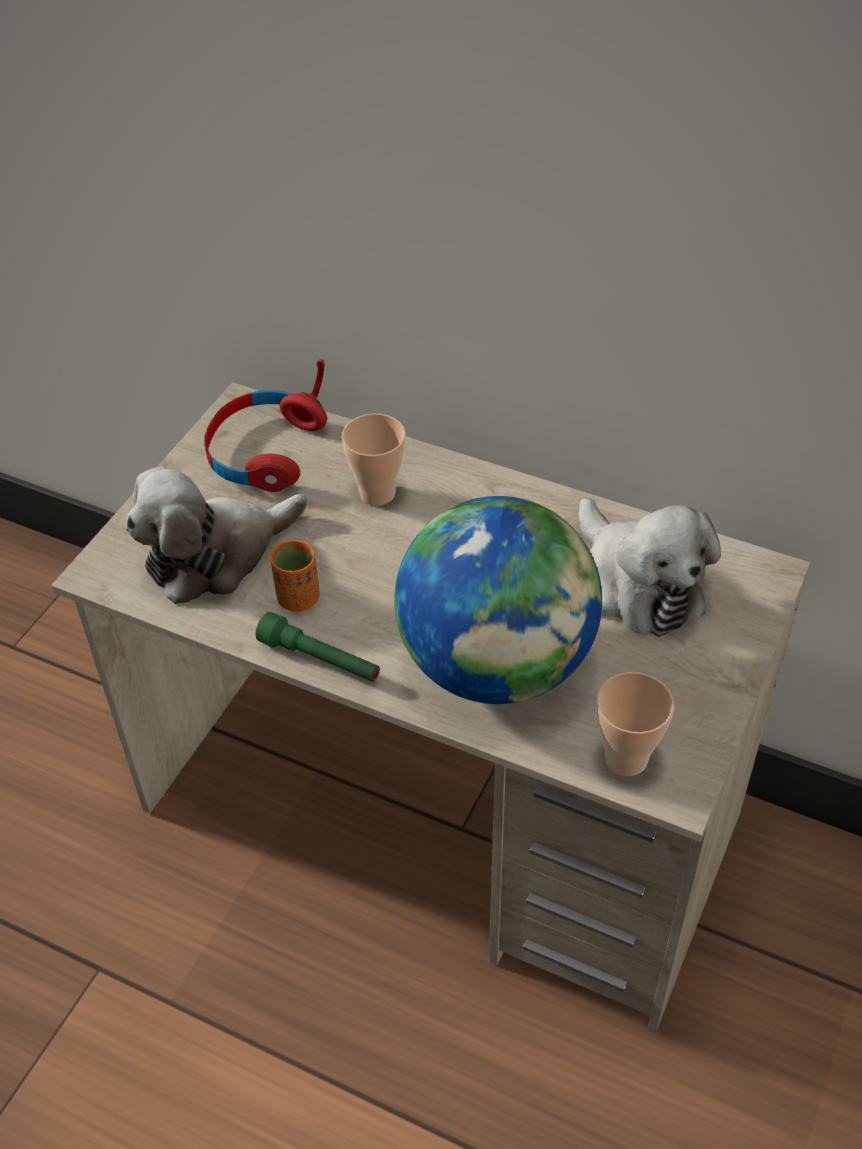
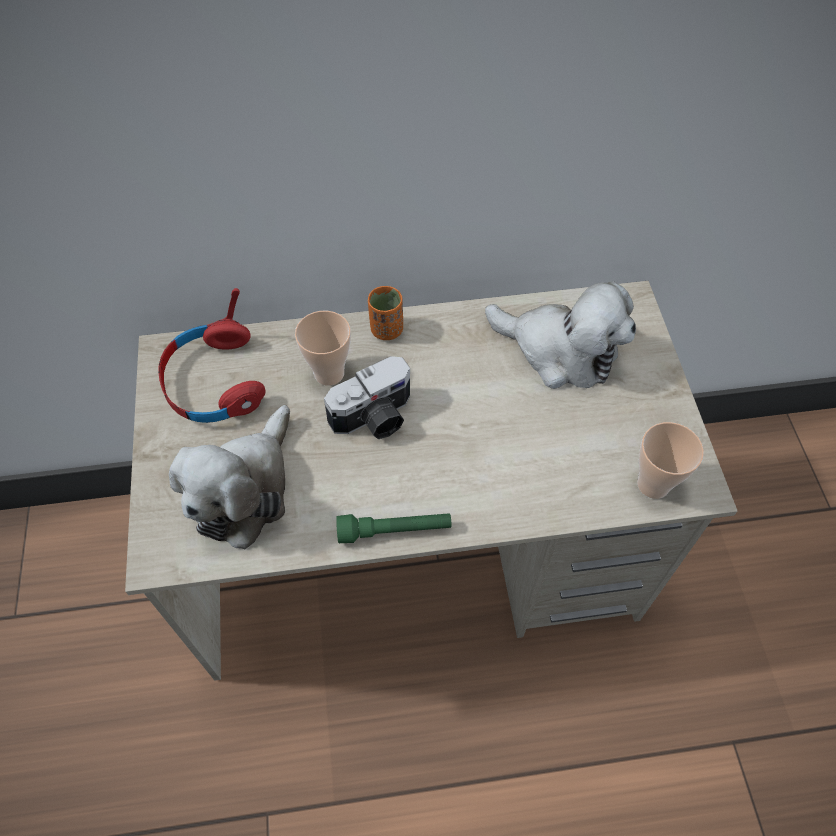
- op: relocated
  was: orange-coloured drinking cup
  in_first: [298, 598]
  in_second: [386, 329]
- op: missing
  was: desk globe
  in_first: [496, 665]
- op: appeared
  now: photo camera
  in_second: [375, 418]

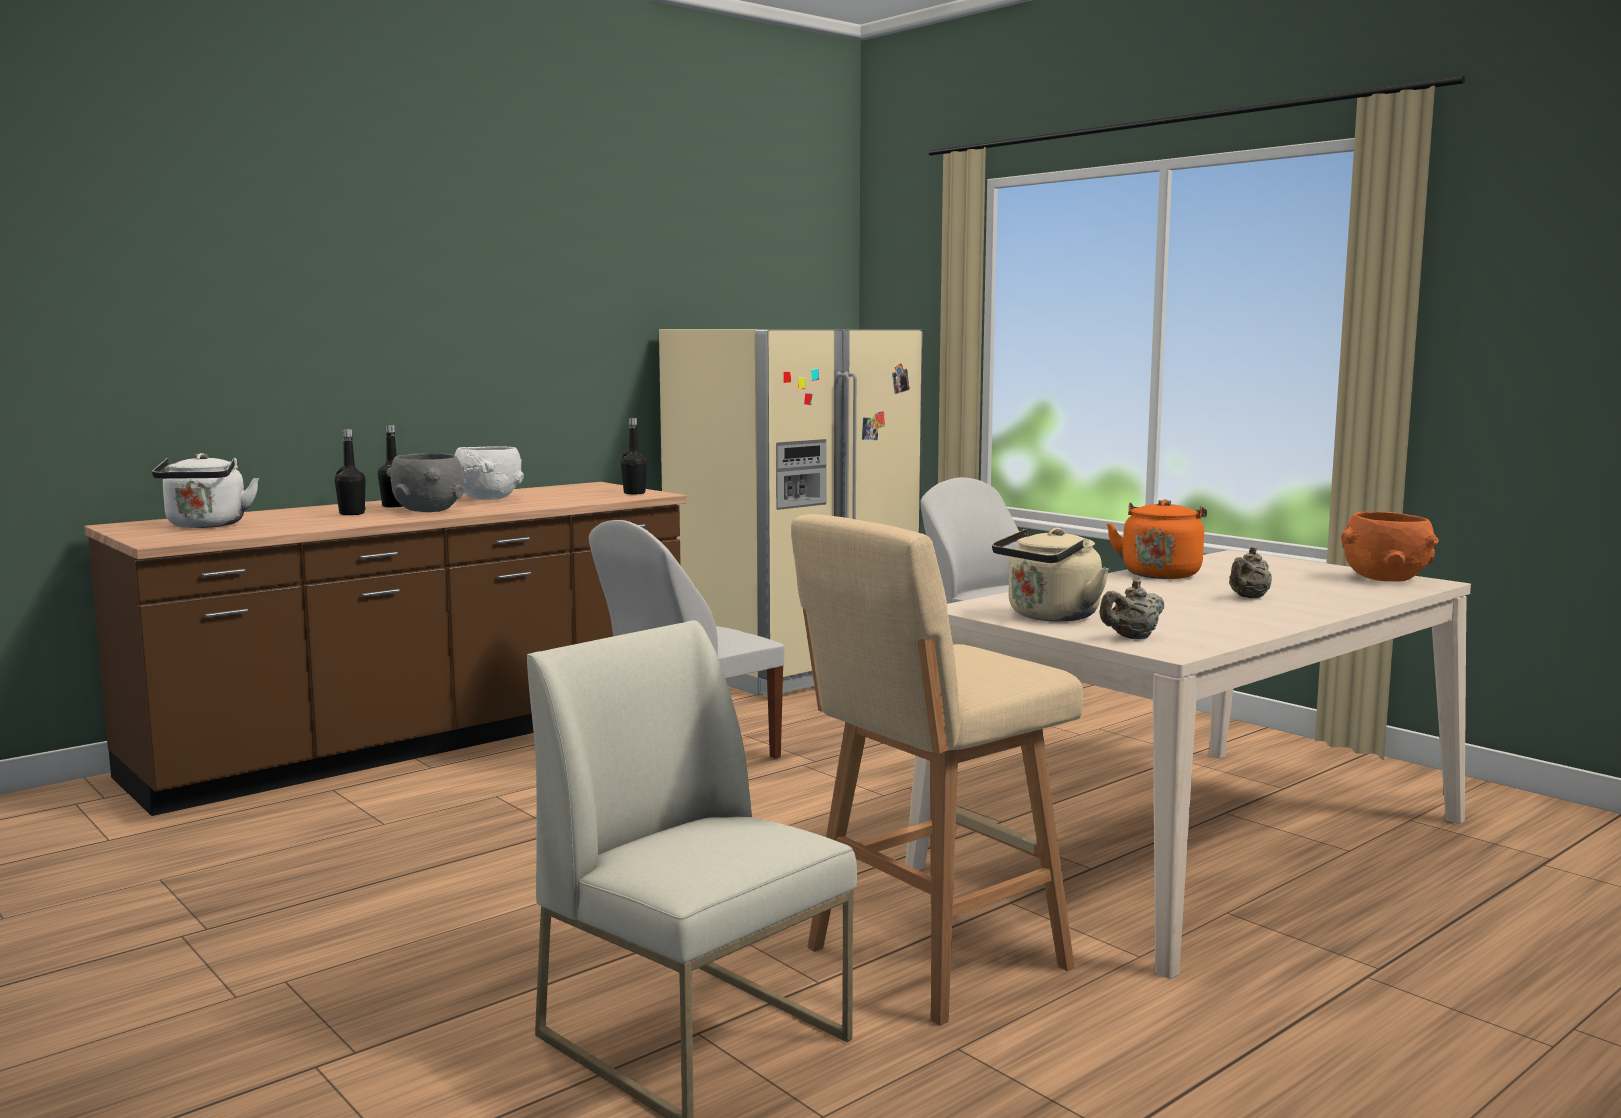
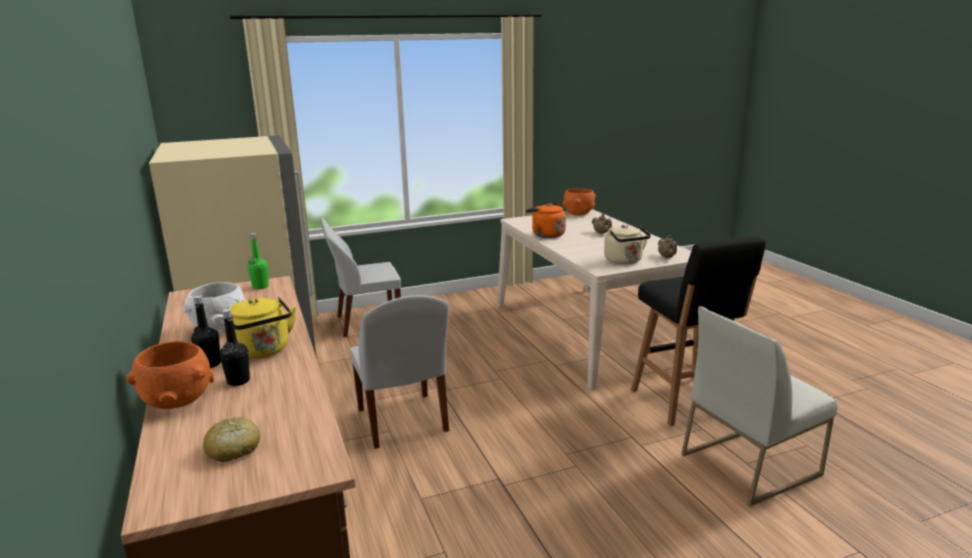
- op: exchanged
  was: whitish kettle
  now: bakery bread
  in_first: [206, 526]
  in_second: [233, 449]
- op: exchanged
  was: greyish bowl
  now: yellow-coloured kettle
  in_first: [427, 511]
  in_second: [263, 352]
- op: colour
  was: black-coloured drink bottle
  now: green drink bottle
  in_first: [634, 493]
  in_second: [260, 286]
- op: colour
  was: beige-coloured stool
  now: black-coloured stool
  in_first: [931, 960]
  in_second: [685, 402]
- op: appeared
  now: orange-coloured bowl
  in_second: [177, 402]

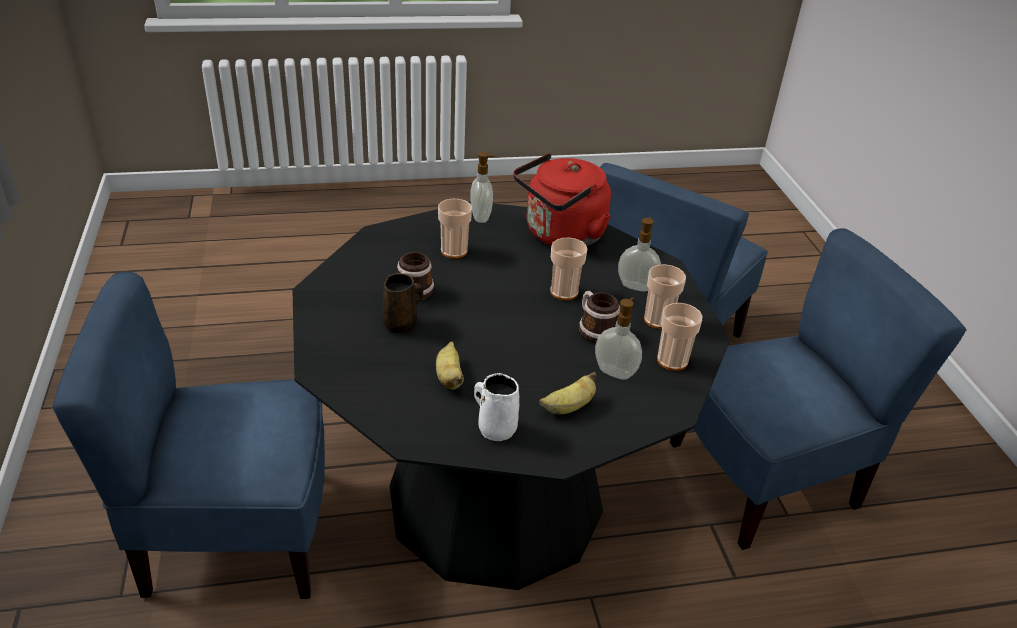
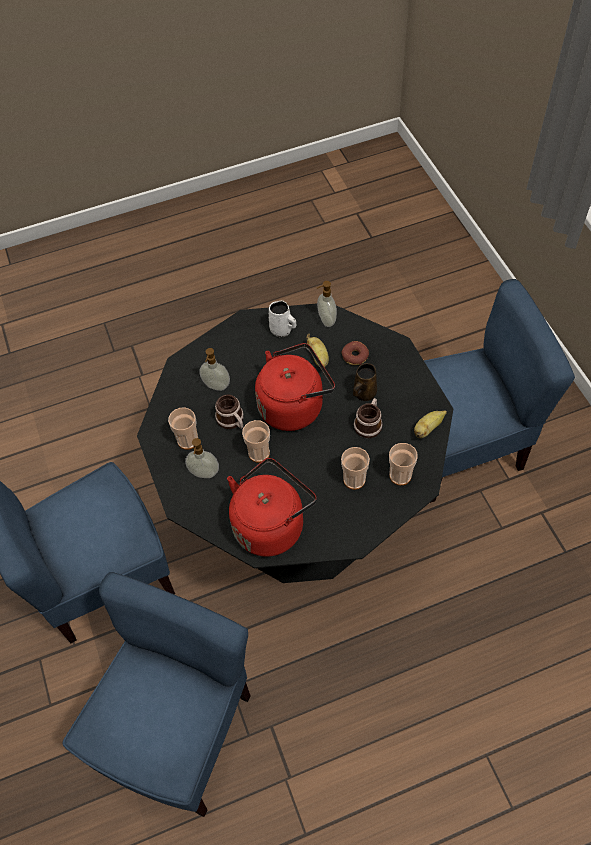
- op: relocated
  was: soap bottle
  in_first: [482, 217]
  in_second: [326, 320]
- op: relocated
  was: whole banana
  in_first: [568, 407]
  in_second: [428, 428]
- op: relocated
  was: drinking cup
  in_first: [672, 360]
  in_second: [400, 475]
- op: appeared
  now: red kettle
  in_second: [294, 405]
- op: appeared
  now: doughnut
  in_second: [355, 356]

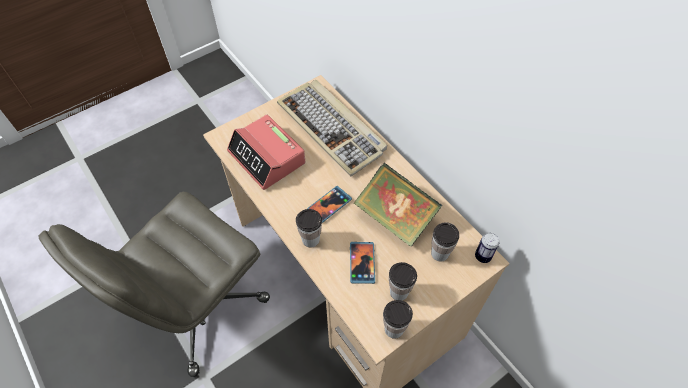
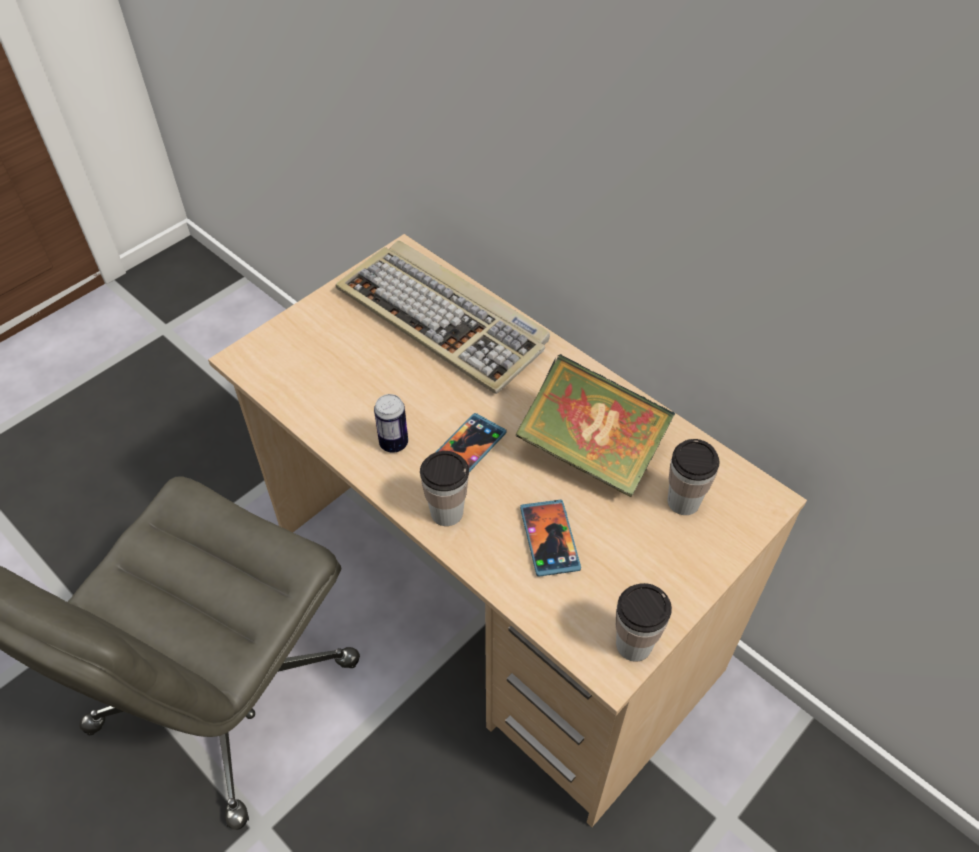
- op: missing
  was: bedside clock
  in_first: [267, 158]
- op: missing
  was: drinking cup
  in_first: [399, 292]
- op: relocated
  was: sealed can
  in_first: [483, 256]
  in_second: [394, 443]

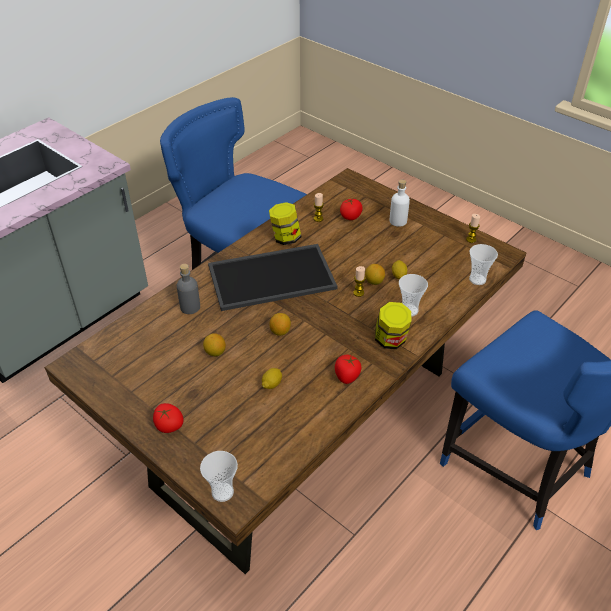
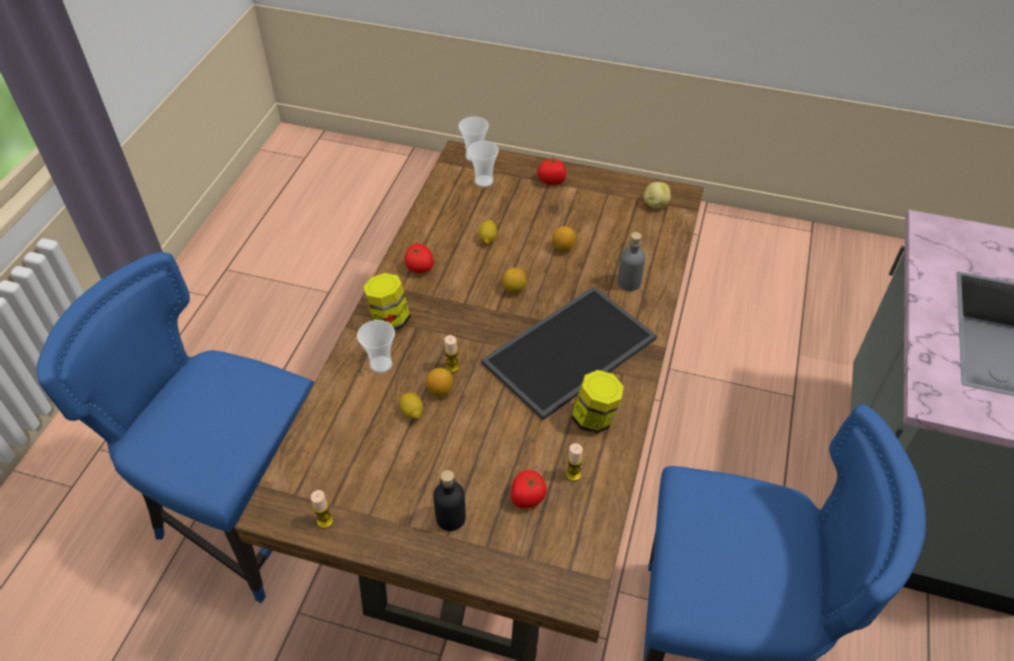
- op: colour
  was: whitish drink bottle
  now: black-coloured drink bottle
  in_first: [398, 221]
  in_second: [451, 518]
- op: relocated
  was: drinking cup
  in_first: [477, 279]
  in_second: [484, 181]
- op: appeared
  now: whole potato
  in_second: [655, 204]

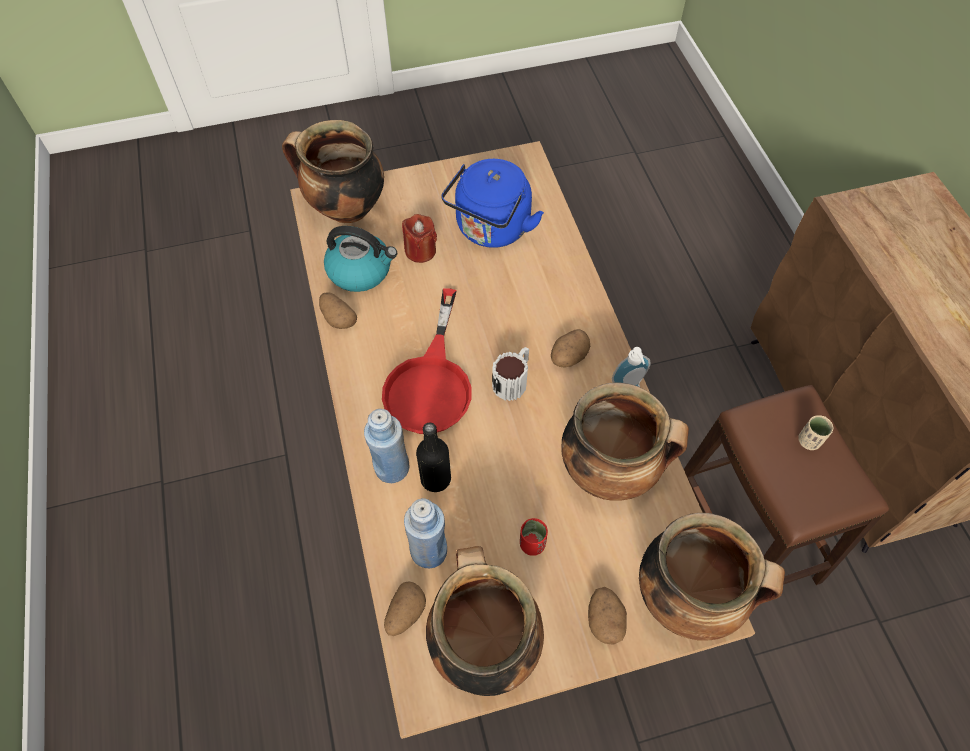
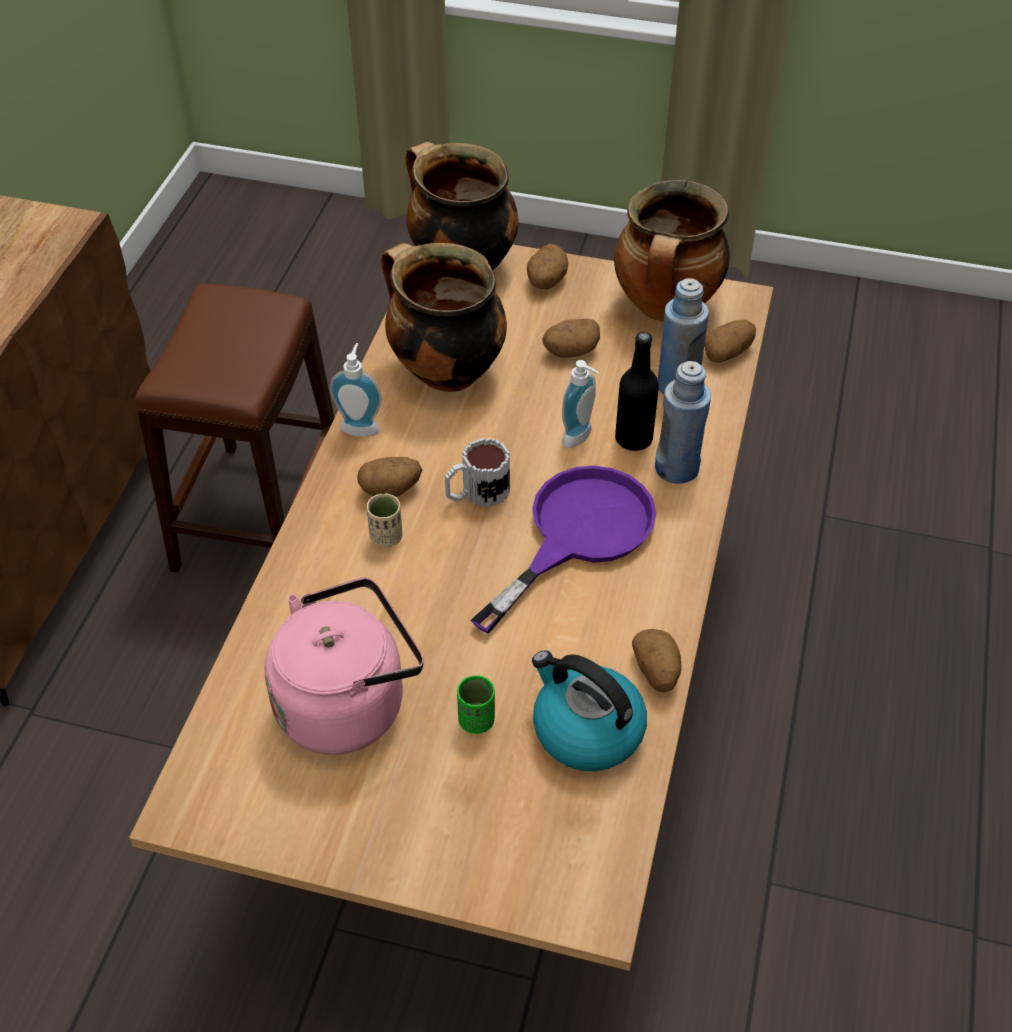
- op: missing
  was: stockpot
  in_first: [345, 209]
- op: colour
  was: red frying pan
  now: purplish frying pan
  in_first: [431, 382]
  in_second: [577, 534]
- op: exchanged
  was: red wax light
  now: green drinking cup
  in_first: [420, 251]
  in_second: [476, 720]
- op: colour
  was: blue kettle
  now: pinkish kettle
  in_first: [491, 230]
  in_second: [347, 703]
- op: exchanged
  was: red drinking cup
  now: whole potato
  in_first: [532, 544]
  in_second: [570, 351]
- op: relocated
  was: beige-coloured drinking cup
  in_first: [809, 441]
  in_second: [386, 537]
- op: appeared
  now: soap bottle
  in_second: [580, 438]

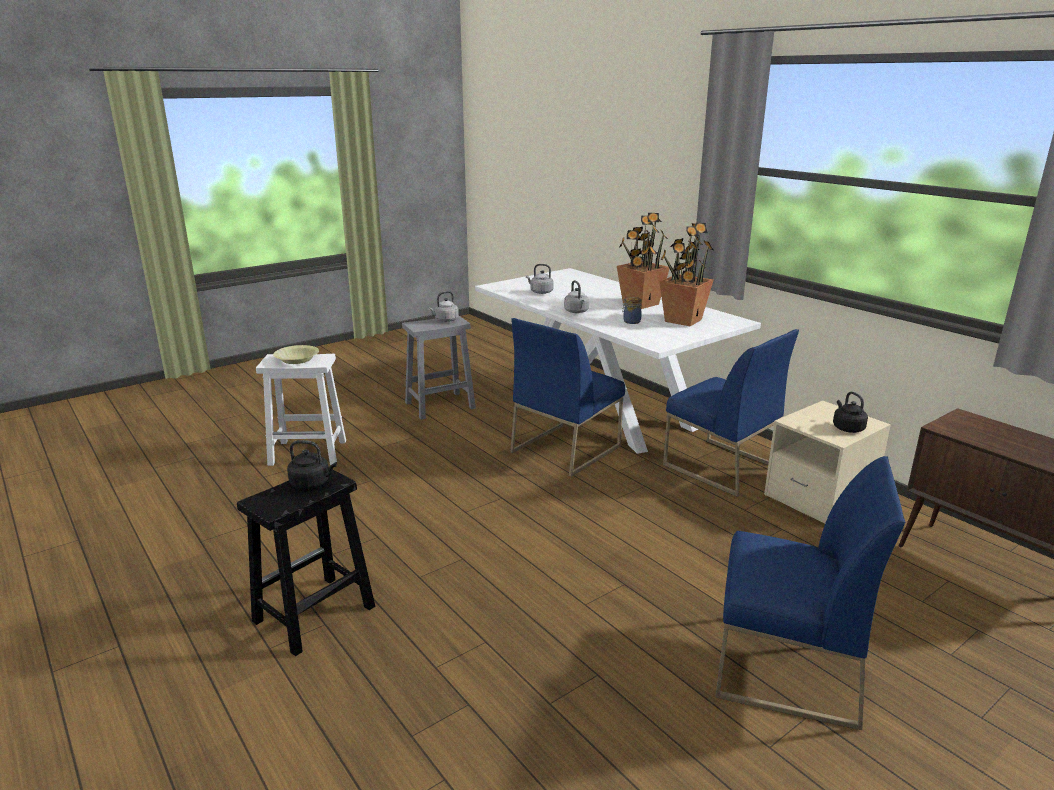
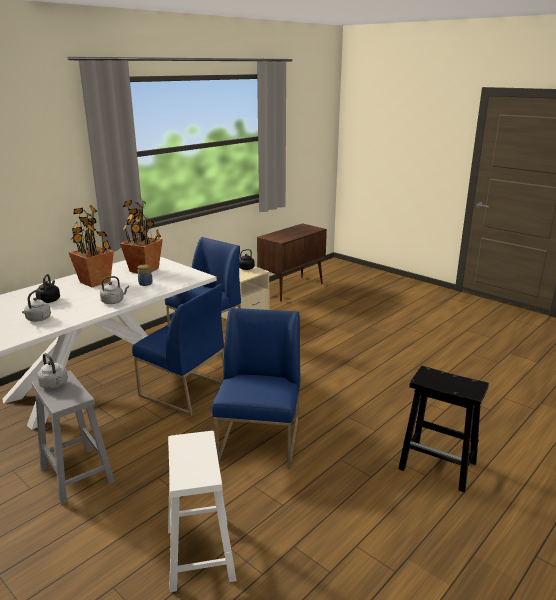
- op: missing
  was: yellow-coloured bowl
  in_first: [297, 360]
- op: relocated
  was: black-coloured kettle
  in_first: [312, 483]
  in_second: [49, 300]
- op: relocated
  was: blue upright chair
  in_first: [785, 669]
  in_second: [260, 441]

